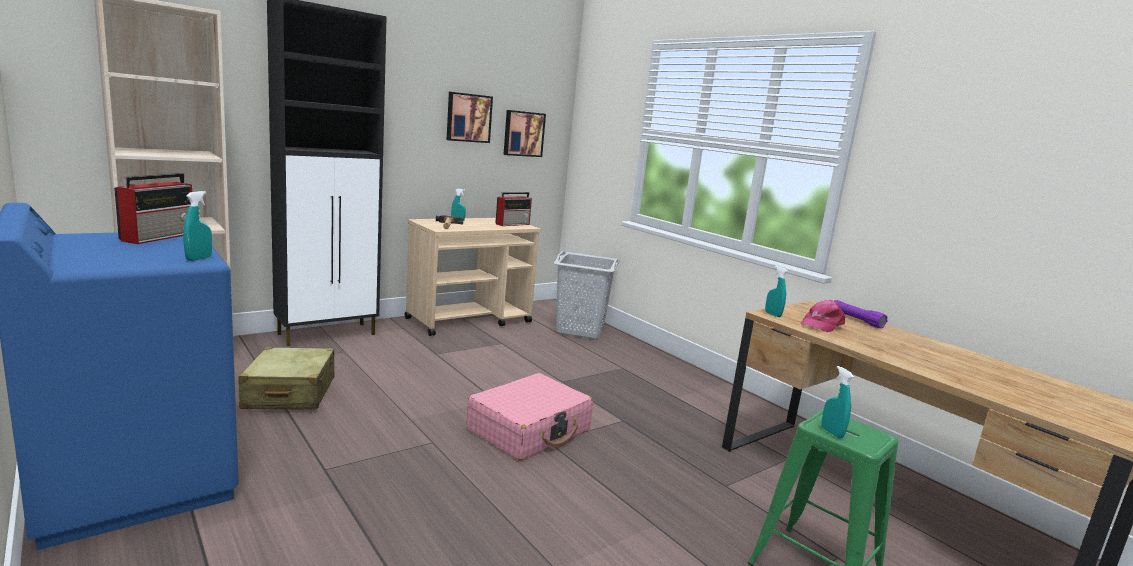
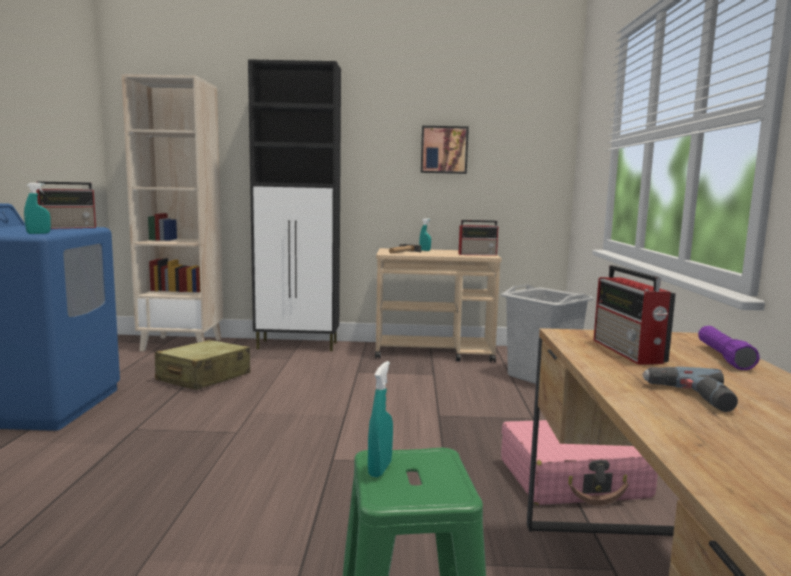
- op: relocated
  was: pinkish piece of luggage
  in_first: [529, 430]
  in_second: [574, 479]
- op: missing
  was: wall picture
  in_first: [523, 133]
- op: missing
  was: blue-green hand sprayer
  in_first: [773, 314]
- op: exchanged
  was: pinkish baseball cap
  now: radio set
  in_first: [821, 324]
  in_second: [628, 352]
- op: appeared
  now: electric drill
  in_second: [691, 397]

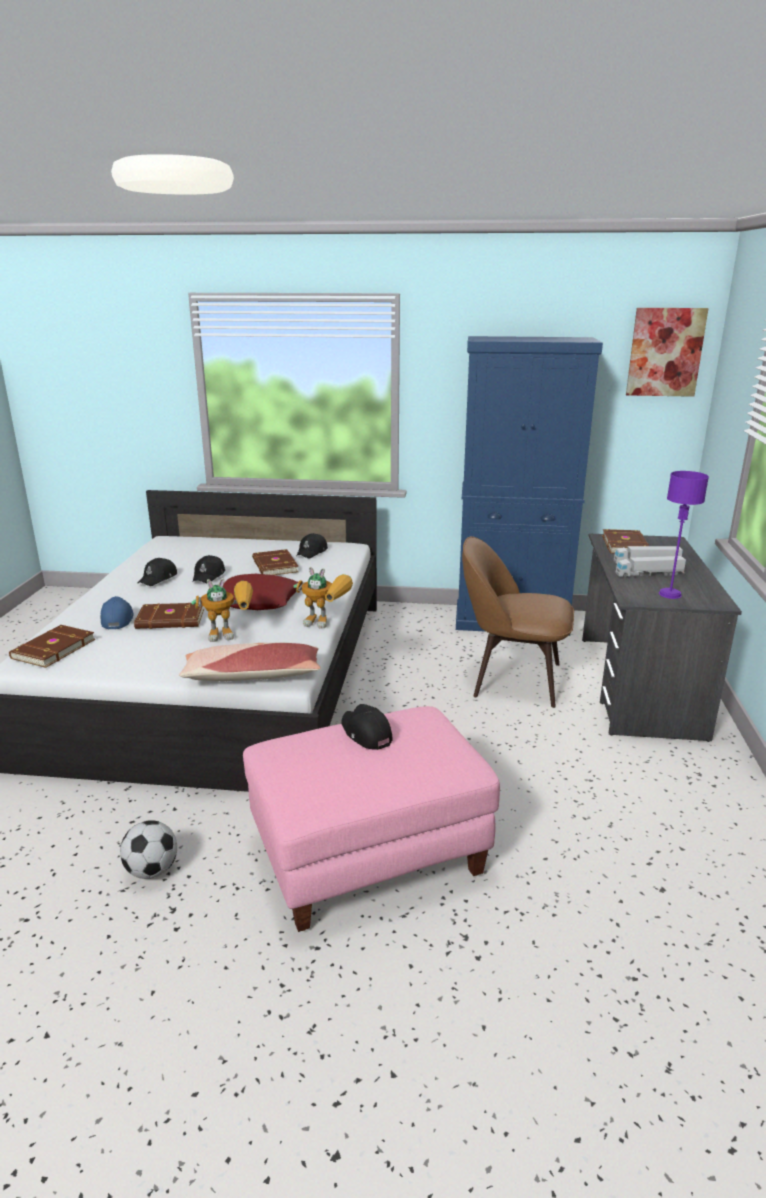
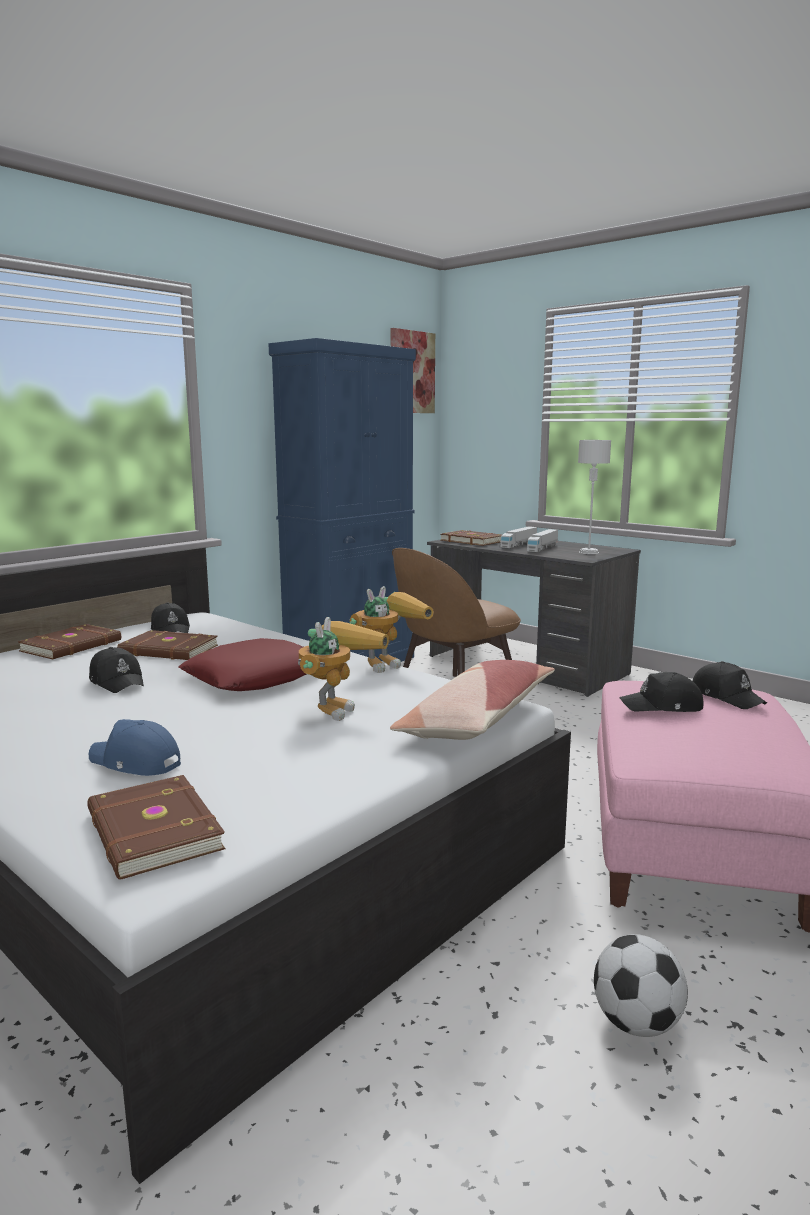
- op: relocated
  was: brown-coloured volume
  in_first: [170, 620]
  in_second: [73, 646]
- op: relocated
  was: black-coloured baseball cap
  in_first: [158, 578]
  in_second: [727, 696]
- op: colour
  was: purplish tabletop lamp
  now: greyish tabletop lamp
  in_first: [670, 594]
  in_second: [589, 552]

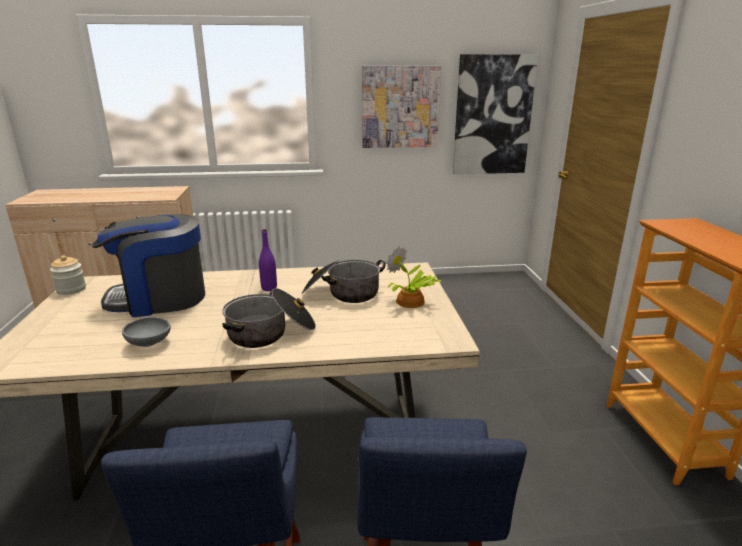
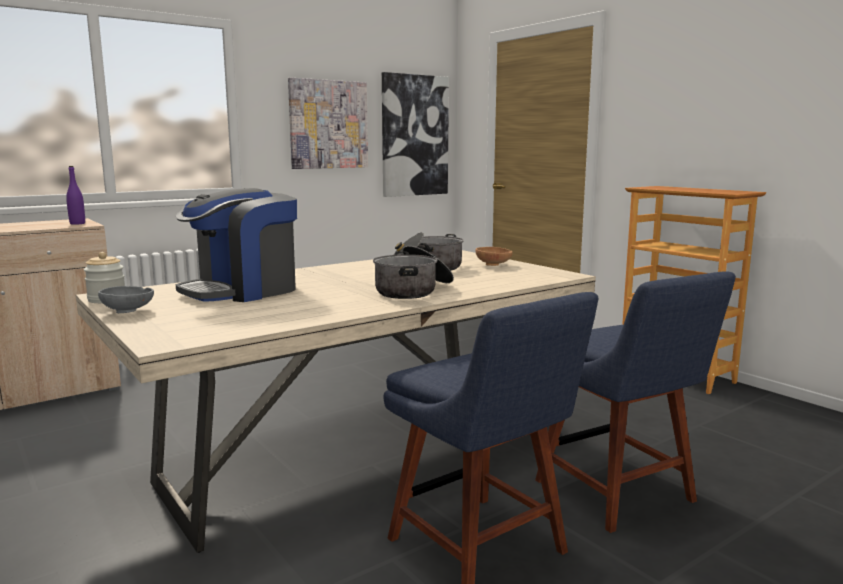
- op: relocated
  was: greyish bowl
  in_first: [150, 343]
  in_second: [129, 311]
- op: relocated
  was: purplish drink bottle
  in_first: [269, 288]
  in_second: [77, 223]
- op: exchanged
  was: plant in a pot
  now: brown-coloured bowl
  in_first: [410, 302]
  in_second: [494, 265]

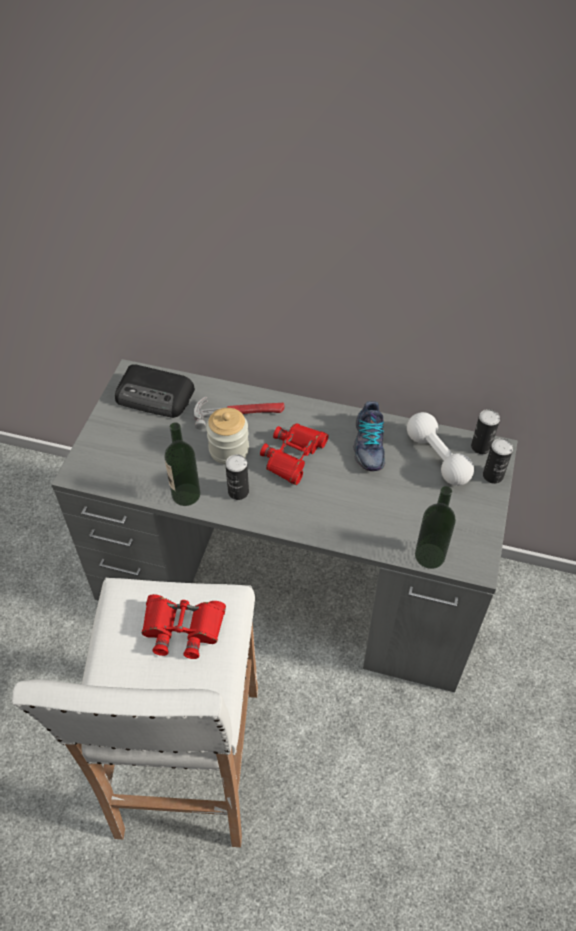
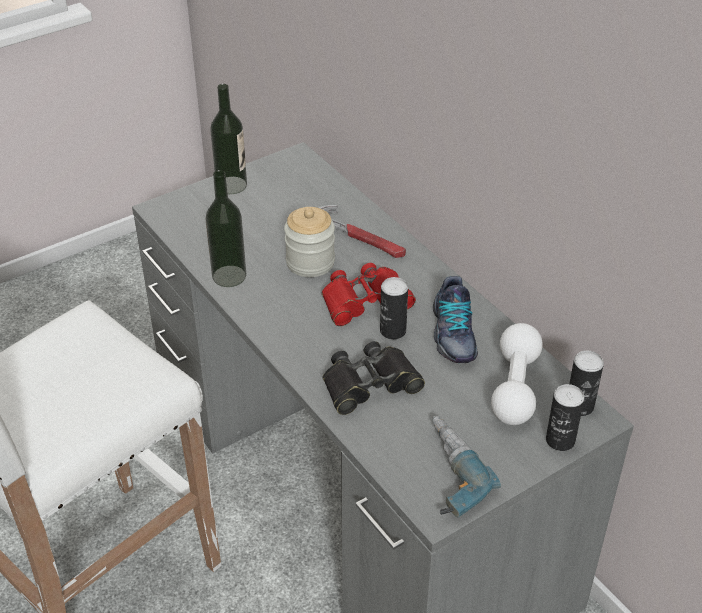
- op: missing
  was: radio set
  in_first: [156, 396]
- op: missing
  was: red field glasses
  in_first: [183, 628]
- op: relocated
  was: sealed can
  in_first: [238, 492]
  in_second: [393, 331]
- op: spun
  was: item of footwear
  in_first: [368, 445]
  in_second: [452, 334]
  clockwise: -45
- op: relocated
  was: drink bottle
  in_first: [429, 556]
  in_second: [231, 185]
- op: appeared
  now: black-coloured field glasses
  in_second: [369, 384]
- op: appeared
  now: electric drill
  in_second: [444, 473]

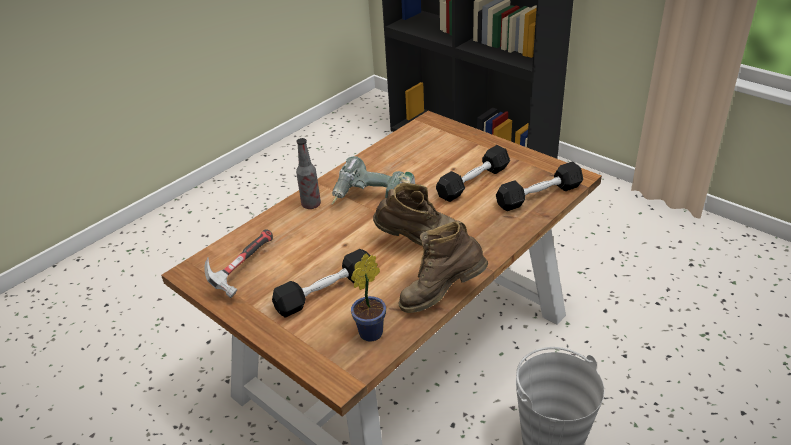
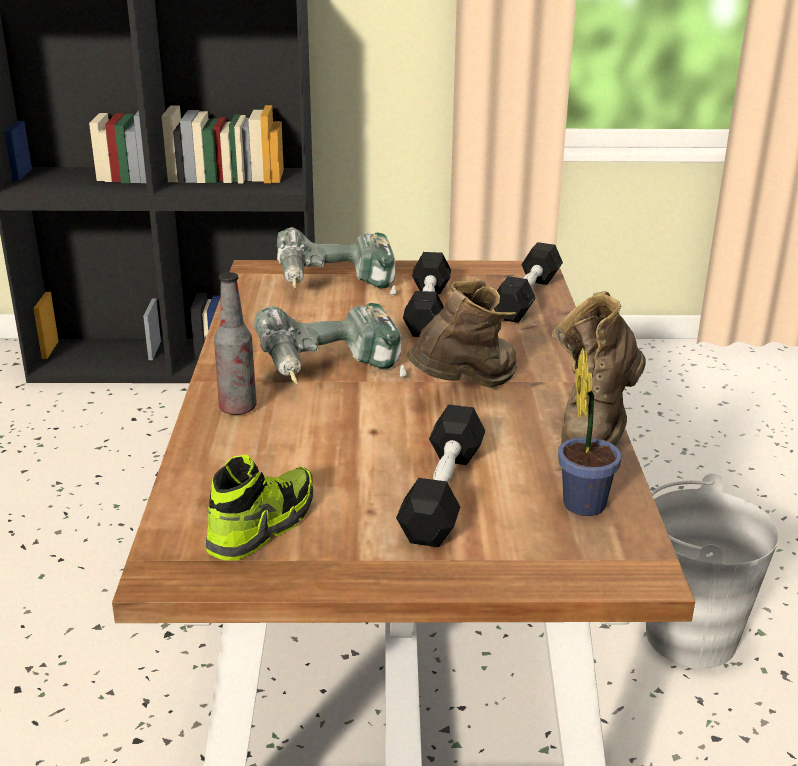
- op: exchanged
  was: hand hammer
  now: item of footwear
  in_first: [242, 269]
  in_second: [262, 525]
- op: appeared
  now: electric drill
  in_second: [336, 287]

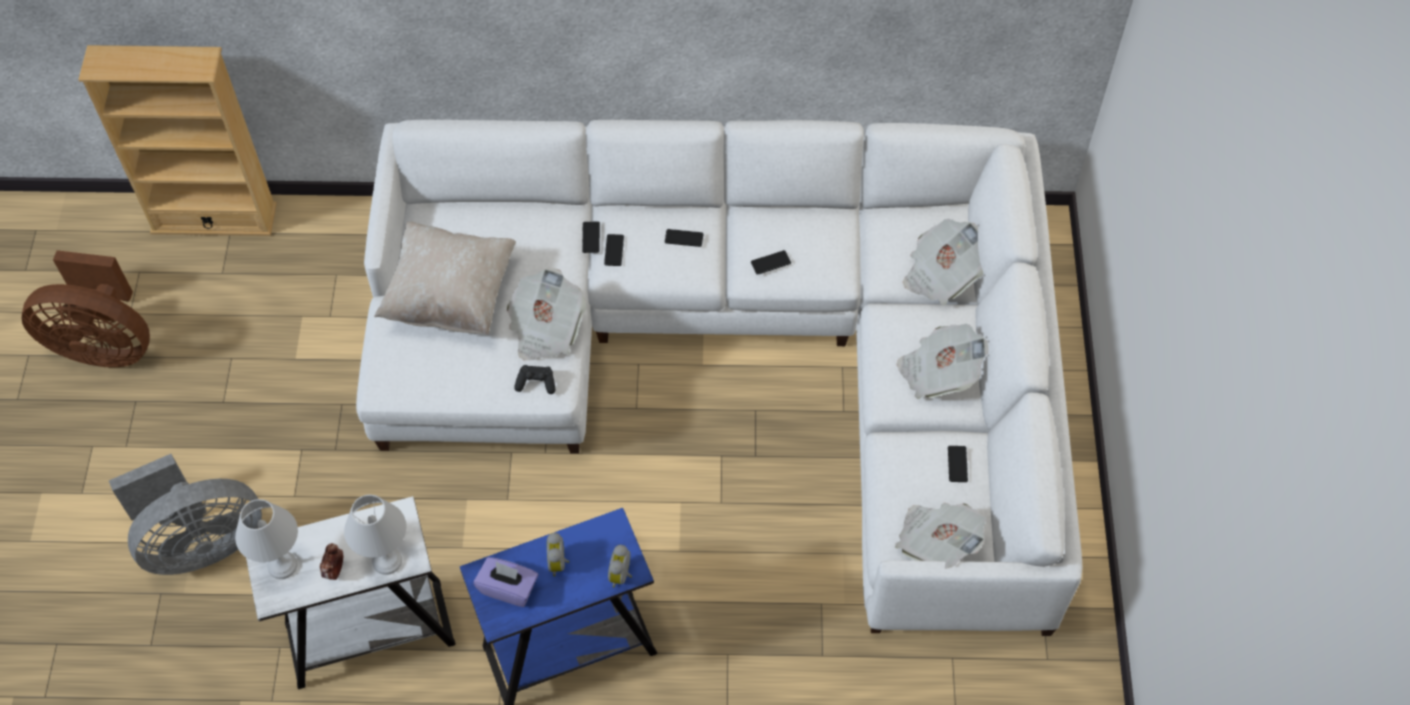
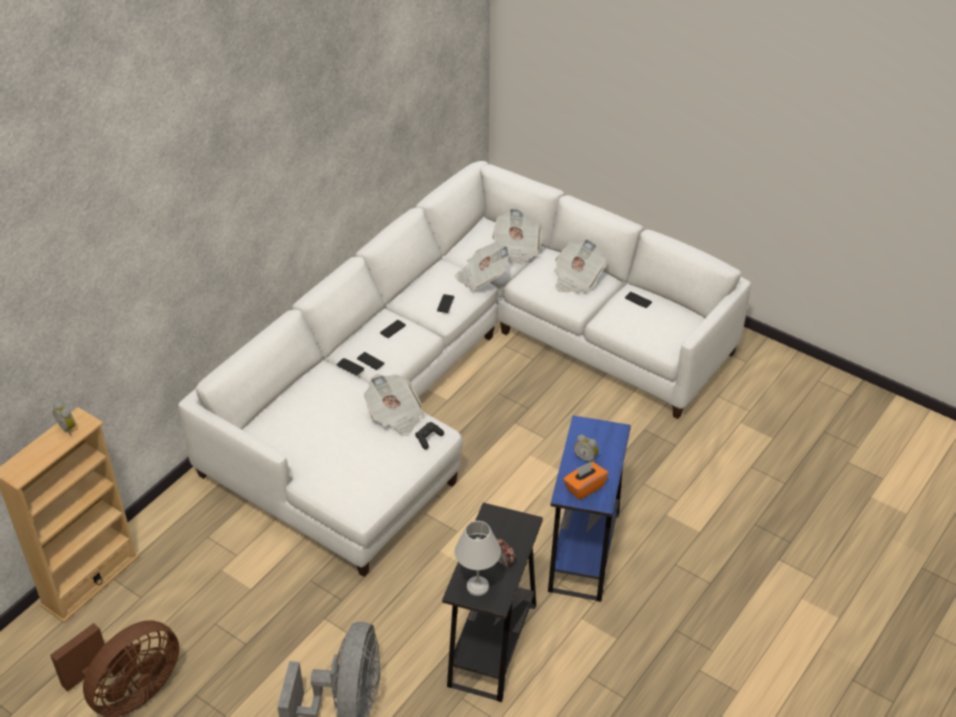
- op: colour
  was: whitish end table
  now: black-coloured end table
  in_first: [370, 634]
  in_second: [492, 645]
- op: missing
  was: whitish tabletop lamp
  in_first: [385, 561]
- op: missing
  was: beige-coloured throw pillow
  in_first: [450, 296]
- op: colour
  was: purplish box of tissues
  now: orange-coloured box of tissues
  in_first: [508, 588]
  in_second: [584, 487]
- op: relocated
  was: bedside clock
  in_first: [622, 575]
  in_second: [68, 428]
- op: relocated
  was: daily paper
  in_first: [936, 542]
  in_second: [482, 277]

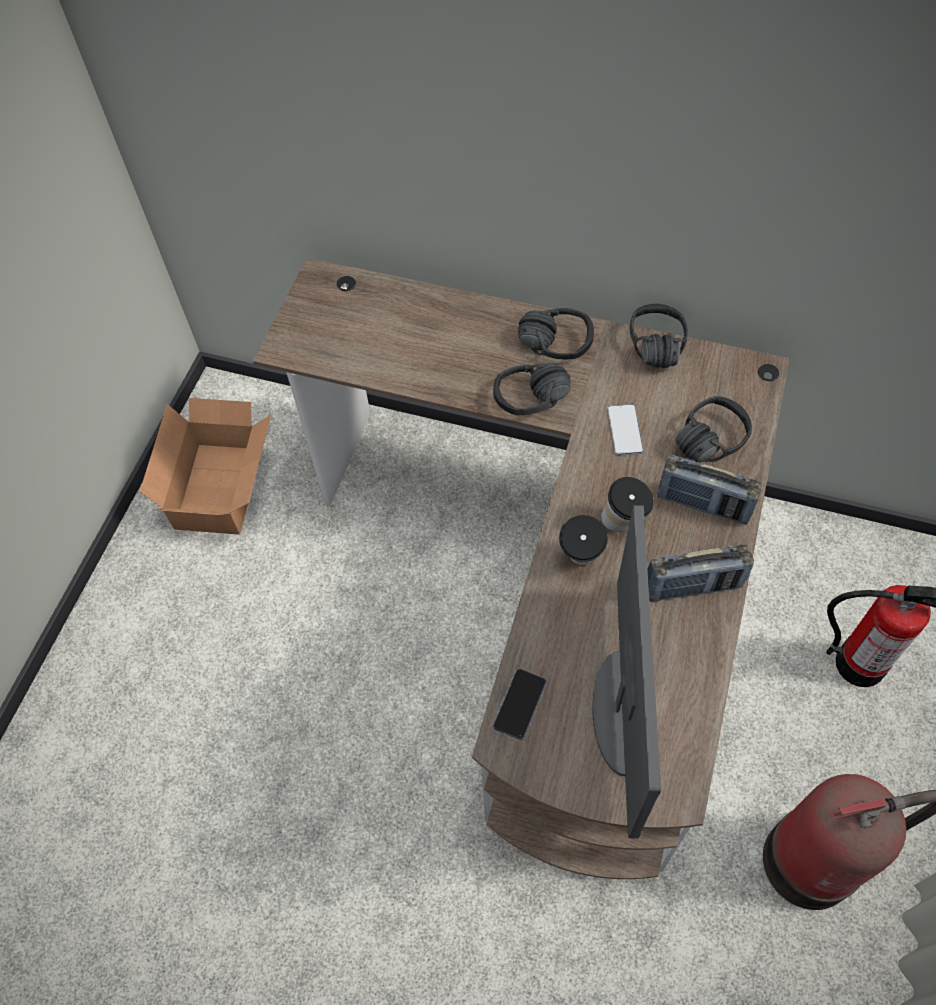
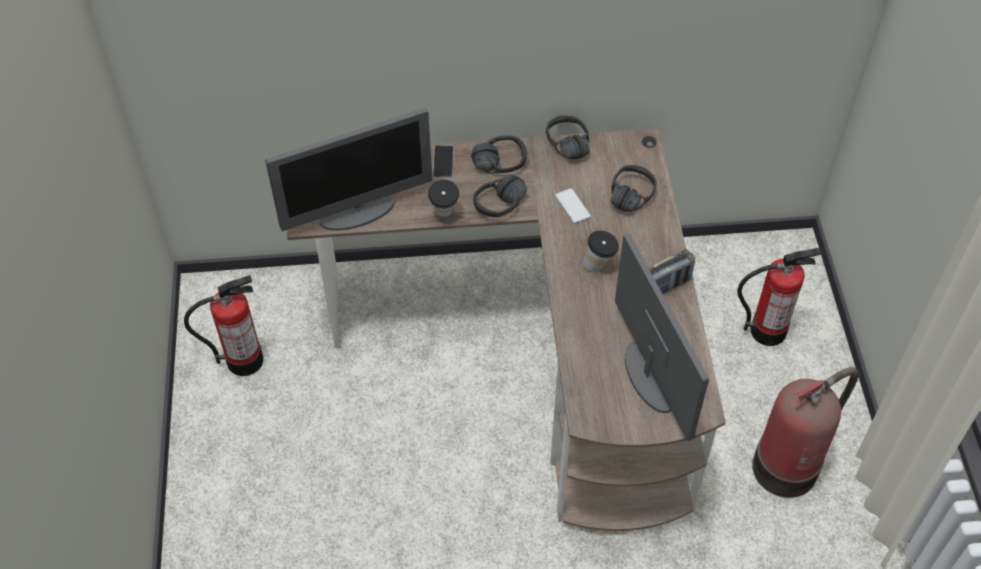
- op: exchanged
  was: packing box
  now: fire extinguisher
  in_first: [223, 486]
  in_second: [244, 360]
- op: relocated
  was: handset
  in_first: [519, 704]
  in_second: [443, 162]
- op: relocated
  was: drinking cup
  in_first: [580, 562]
  in_second: [444, 215]
- op: missing
  was: radio set
  in_first: [703, 504]
- op: appeared
  now: computer screen
  in_second: [358, 212]

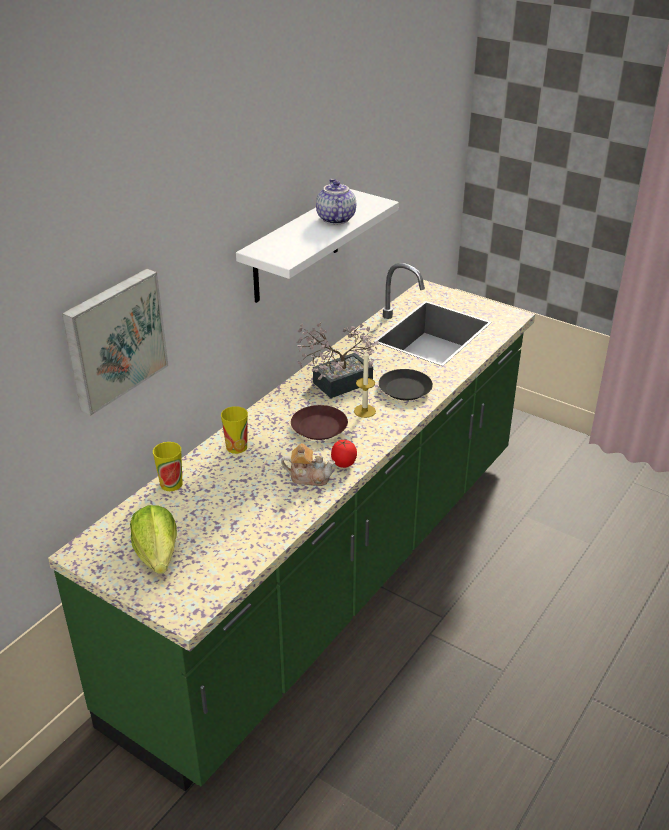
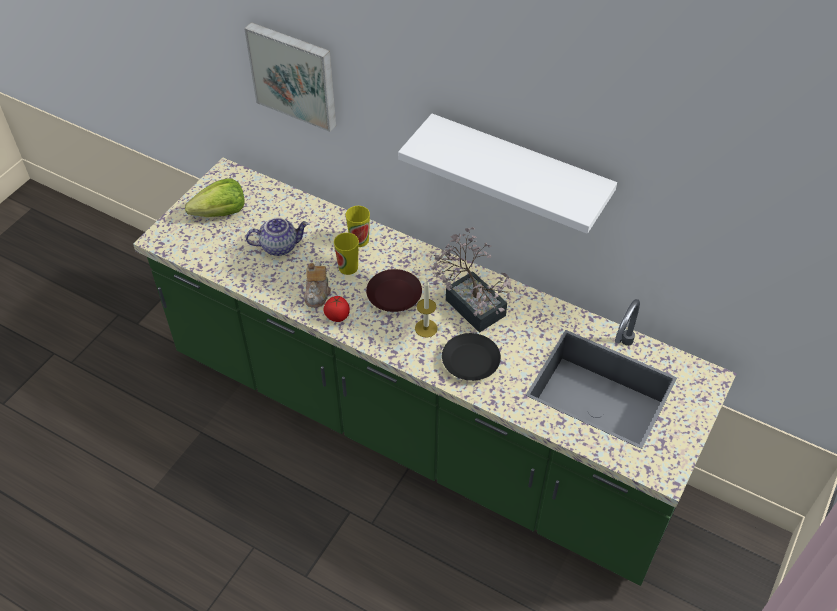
- op: relocated
  was: drinking cup
  in_first: [171, 484]
  in_second: [348, 267]
- op: relocated
  was: pot for tea
  in_first: [334, 219]
  in_second: [279, 246]

